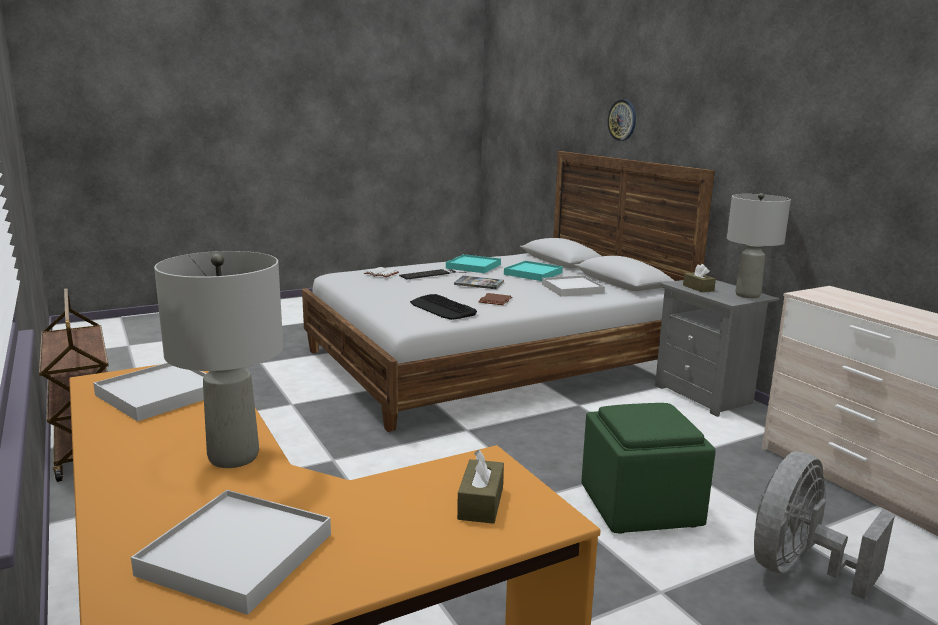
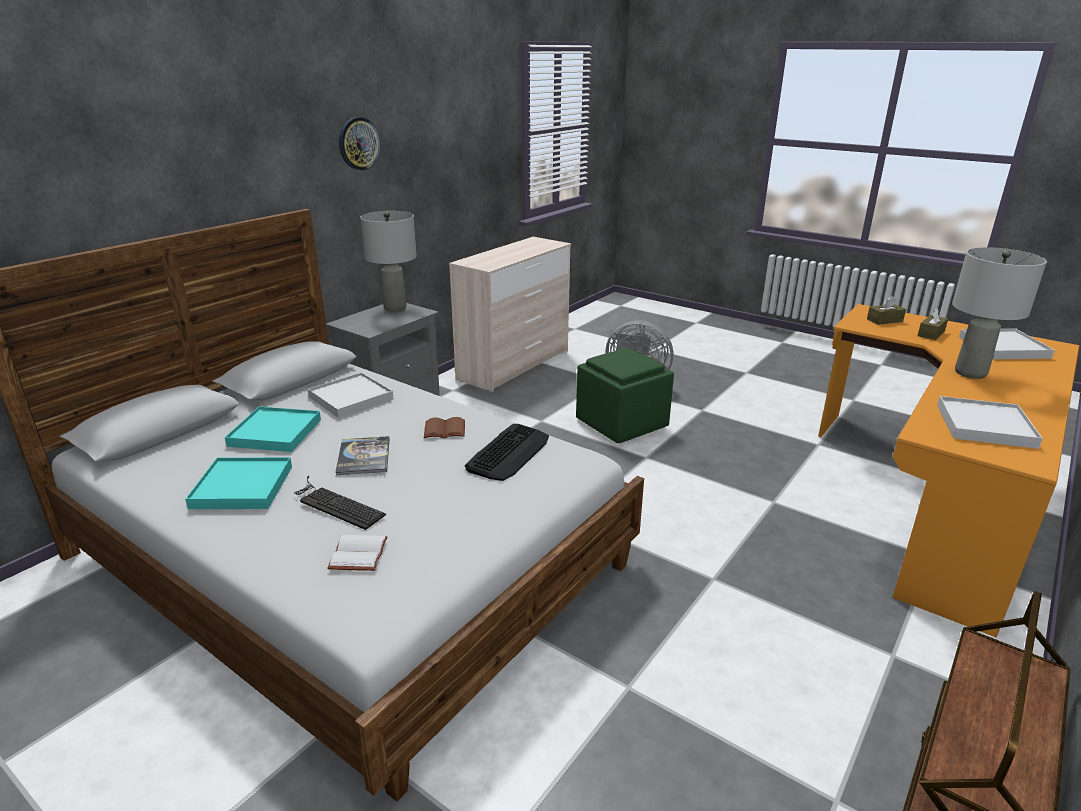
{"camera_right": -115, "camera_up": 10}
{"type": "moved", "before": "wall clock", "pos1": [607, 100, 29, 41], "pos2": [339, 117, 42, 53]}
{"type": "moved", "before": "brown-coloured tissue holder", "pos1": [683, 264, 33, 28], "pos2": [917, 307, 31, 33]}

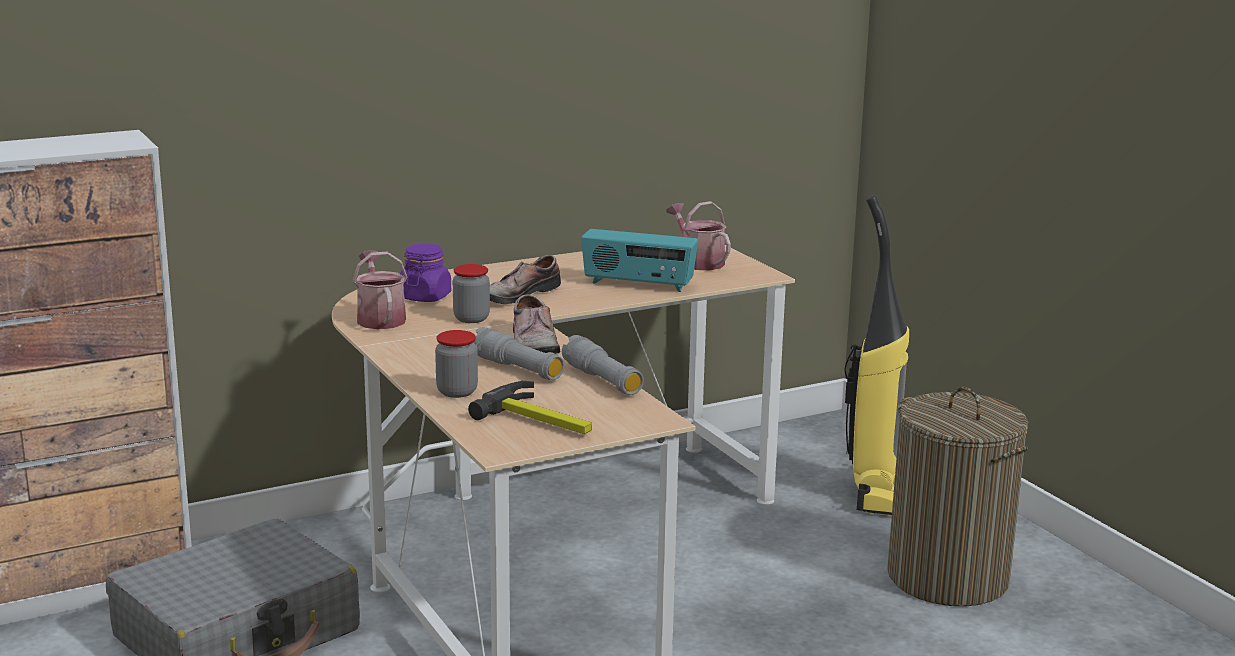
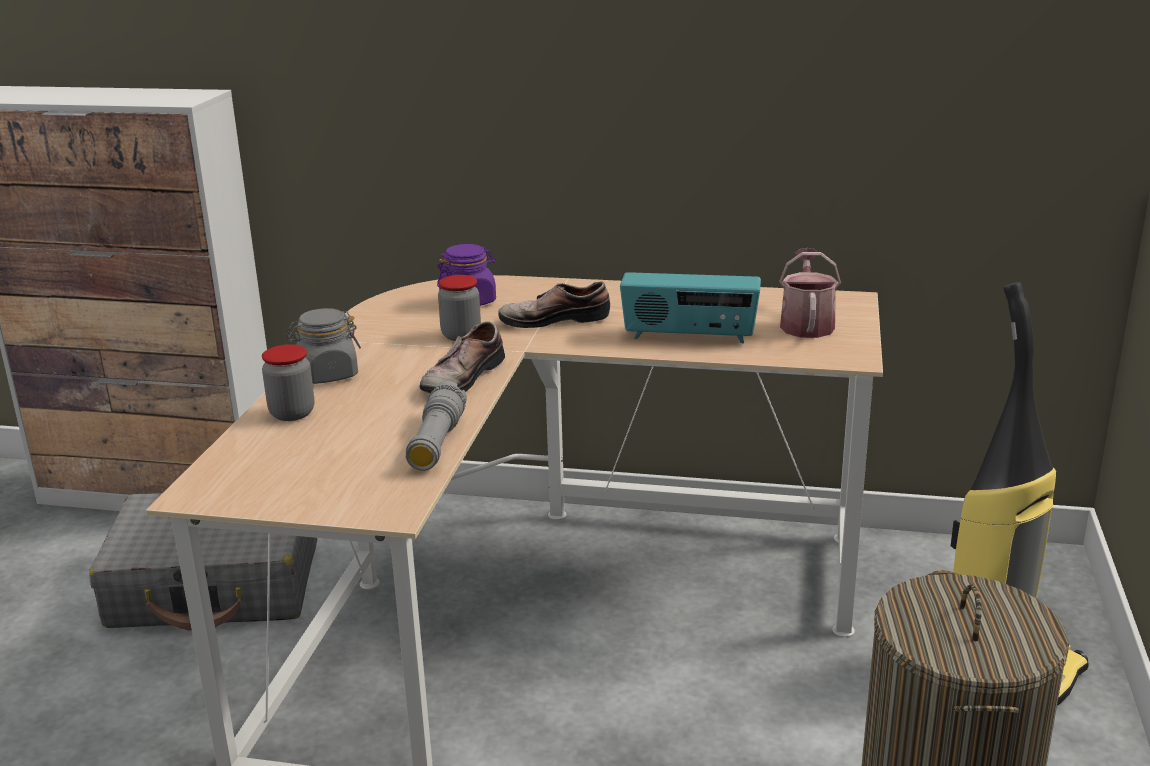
{"camera_right": 40, "camera_up": 5}
{"type": "removed", "before": "watering pot", "pos1": [353, 250, 55, 79]}
{"type": "removed", "before": "hammer", "pos1": [468, 381, 124, 53]}
{"type": "removed", "before": "grey hand torch", "pos1": [473, 327, 91, 53]}
{"type": "turned", "before": "radio set", "pos1": [581, 229, 117, 63], "pos2": [620, 272, 141, 71], "turn": -45}
{"type": "added", "after": "grey preserve jar", "pos2": [286, 308, 75, 76]}

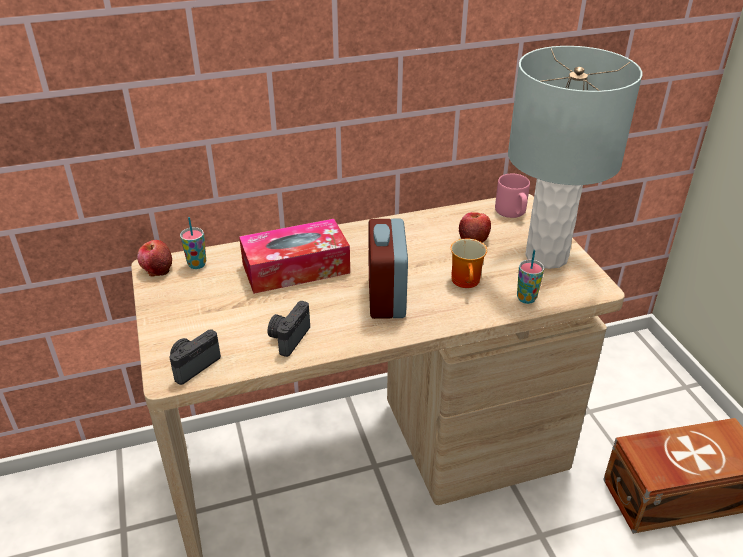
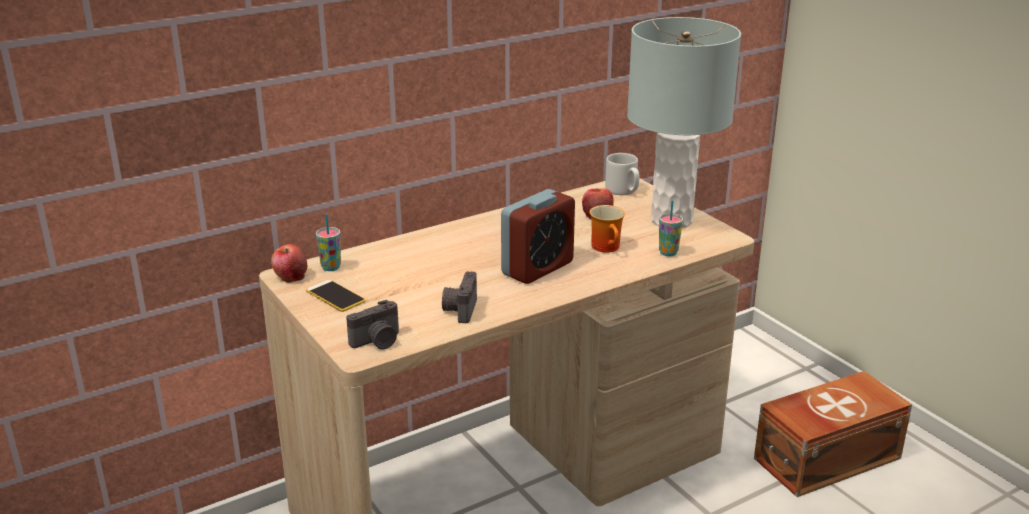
{"camera_right": -15, "camera_up": -10}
{"type": "turned", "before": "photo camera", "pos1": [169, 329, 52, 56], "pos2": [346, 300, 53, 49], "turn": -150}
{"type": "removed", "before": "tissue holder", "pos1": [239, 219, 111, 75]}
{"type": "turned", "before": "bedside clock", "pos1": [369, 219, 39, 100], "pos2": [501, 189, 74, 95], "turn": -120}
{"type": "recoloured", "before": "pinkish mug", "after": "grey mug", "pos1": [495, 173, 35, 45], "pos2": [605, 153, 34, 42]}
{"type": "added", "after": "handset", "pos2": [306, 280, 59, 32]}

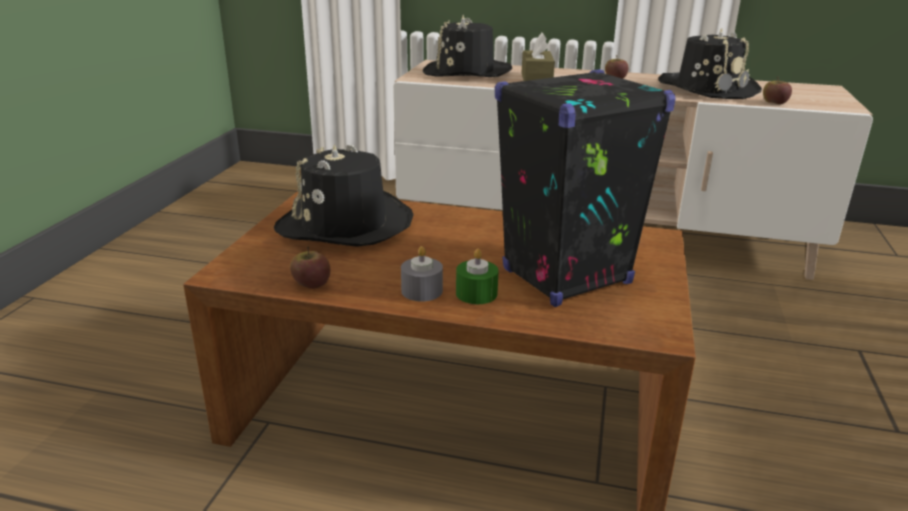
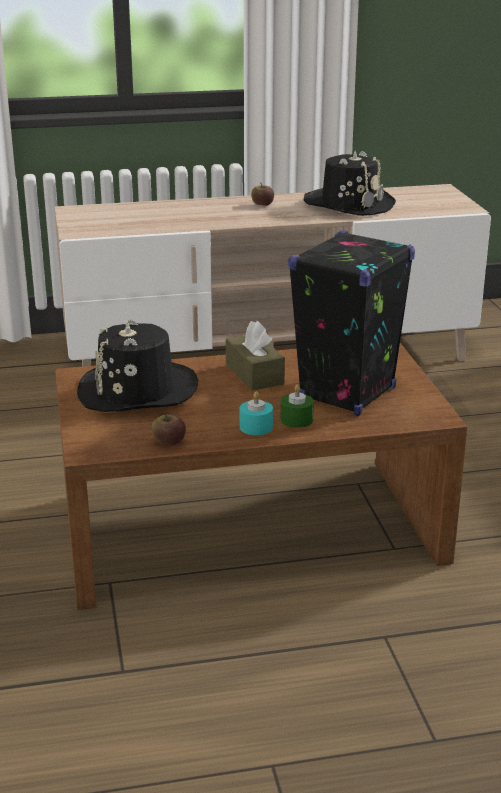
{"camera_right": -25, "camera_up": 0}
{"type": "recoloured", "before": "grey wax light", "after": "blue-green wax light", "pos1": [401, 246, 42, 56], "pos2": [240, 391, 33, 44]}
{"type": "removed", "before": "blackish hat", "pos1": [423, 15, 89, 62]}
{"type": "moved", "before": "brown-coloured tissue holder", "pos1": [522, 33, 33, 48], "pos2": [226, 321, 59, 70]}
{"type": "removed", "before": "apple fruit", "pos1": [763, 77, 29, 27]}

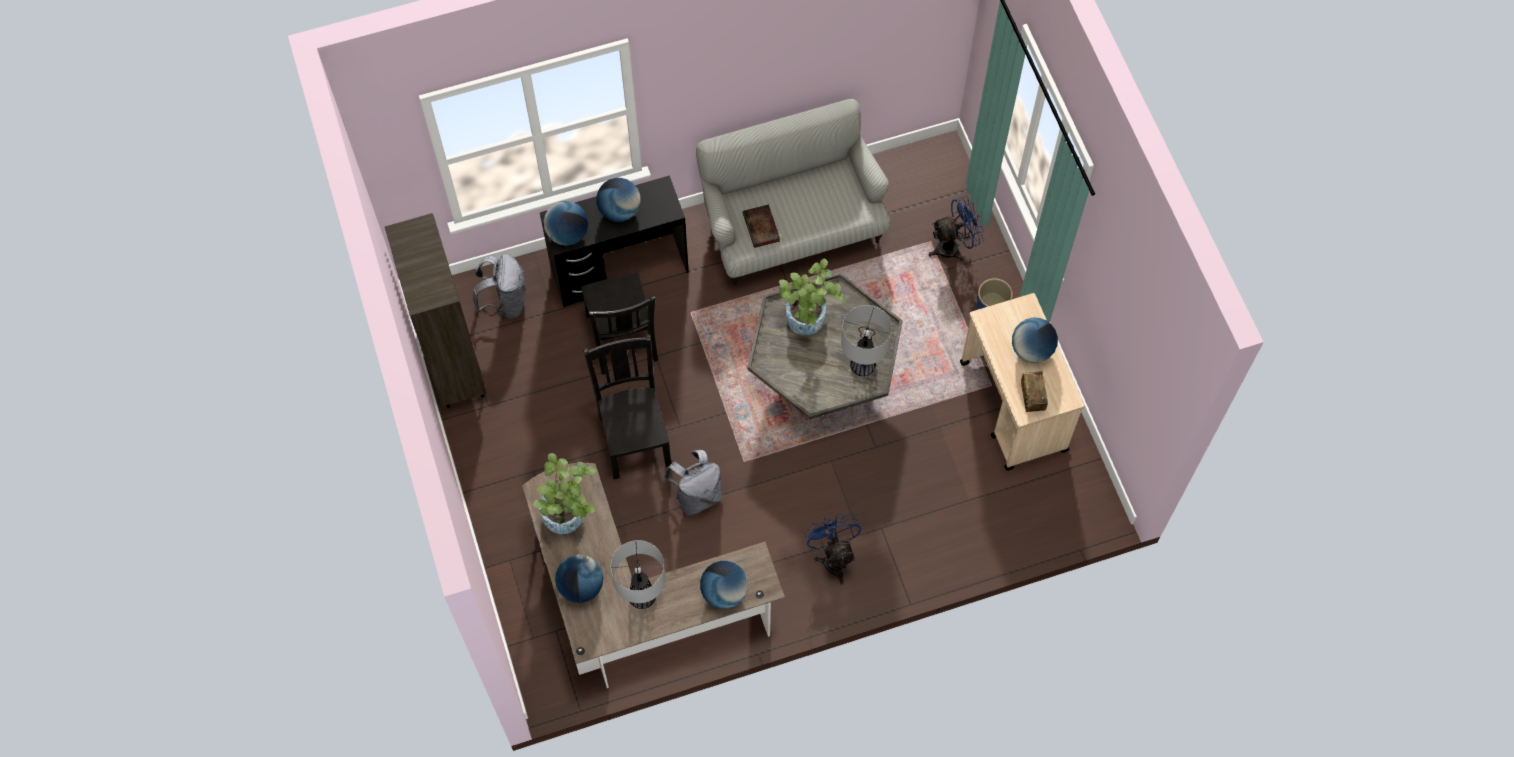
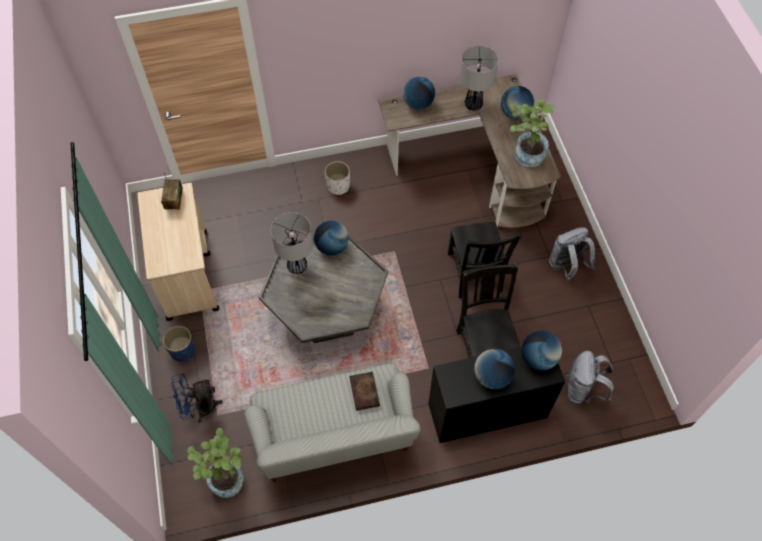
{"camera_right": -175, "camera_up": -5}
{"type": "removed", "before": "brown-coloured bookshelf", "pos1": [385, 213, 102, 195]}
{"type": "moved", "before": "grey knapsack", "pos1": [664, 450, 58, 66], "pos2": [549, 227, 46, 54]}
{"type": "moved", "before": "houseplant", "pos1": [779, 259, 66, 76], "pos2": [187, 428, 56, 70]}
{"type": "replaced", "before": "blue electric fan", "after": "white flower pot", "pos1": [804, 513, 57, 72], "pos2": [325, 161, 25, 34]}
{"type": "moved", "before": "globe", "pos1": [1012, 317, 46, 46], "pos2": [314, 221, 35, 34]}

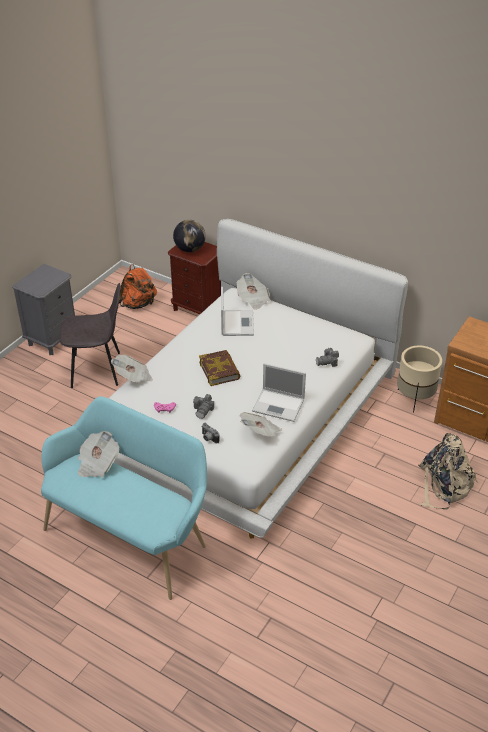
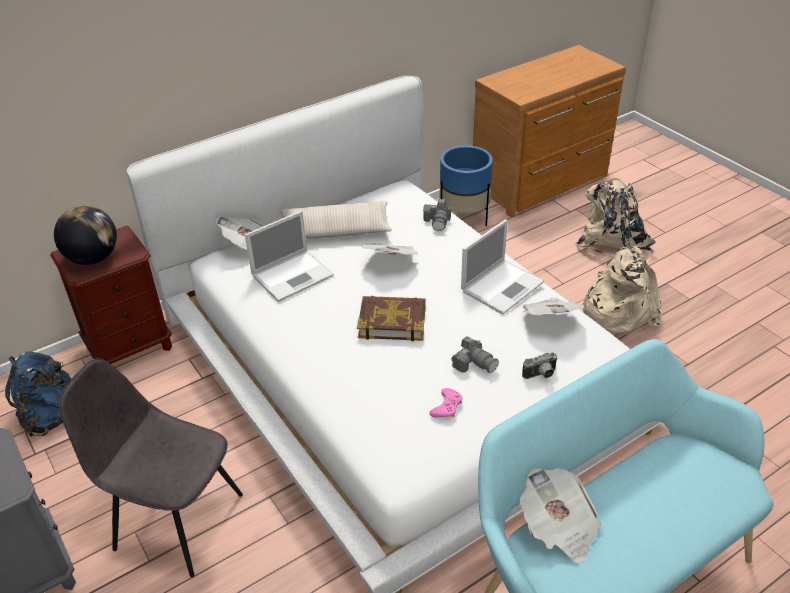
{"camera_right": -65, "camera_up": 0}
{"type": "turned", "before": "grey upright chair", "pos1": [59, 283, 61, 105], "pos2": [59, 358, 184, 219], "turn": -90}
{"type": "moved", "before": "printed paper", "pos1": [111, 354, 42, 29], "pos2": [361, 243, 57, 12]}
{"type": "recoloured", "before": "orange-coloured knapsack", "after": "blue knapsack", "pos1": [119, 264, 38, 45], "pos2": [5, 351, 66, 86]}
{"type": "turned", "before": "laptop", "pos1": [221, 286, 33, 50], "pos2": [245, 211, 89, 91], "turn": 120}
{"type": "recoloured", "before": "sand-coloured flower pot", "after": "blue flower pot", "pos1": [397, 346, 45, 67], "pos2": [439, 145, 54, 81]}
{"type": "added", "after": "sand-coloured pillow", "pos2": [281, 201, 111, 37]}
{"type": "added", "after": "sand-coloured knapsack", "pos2": [582, 246, 80, 88]}

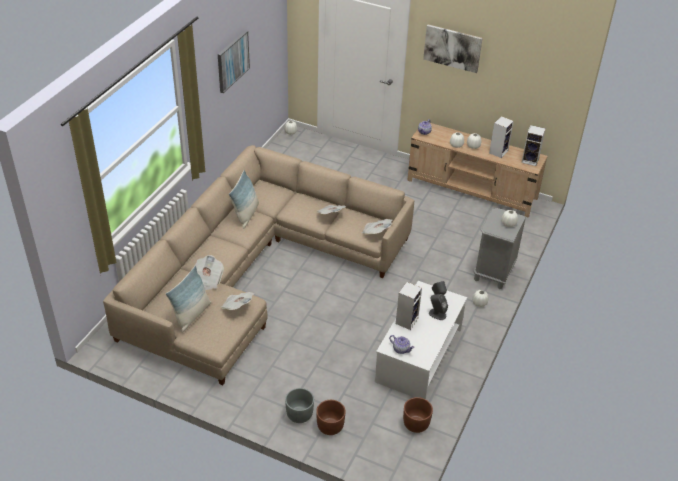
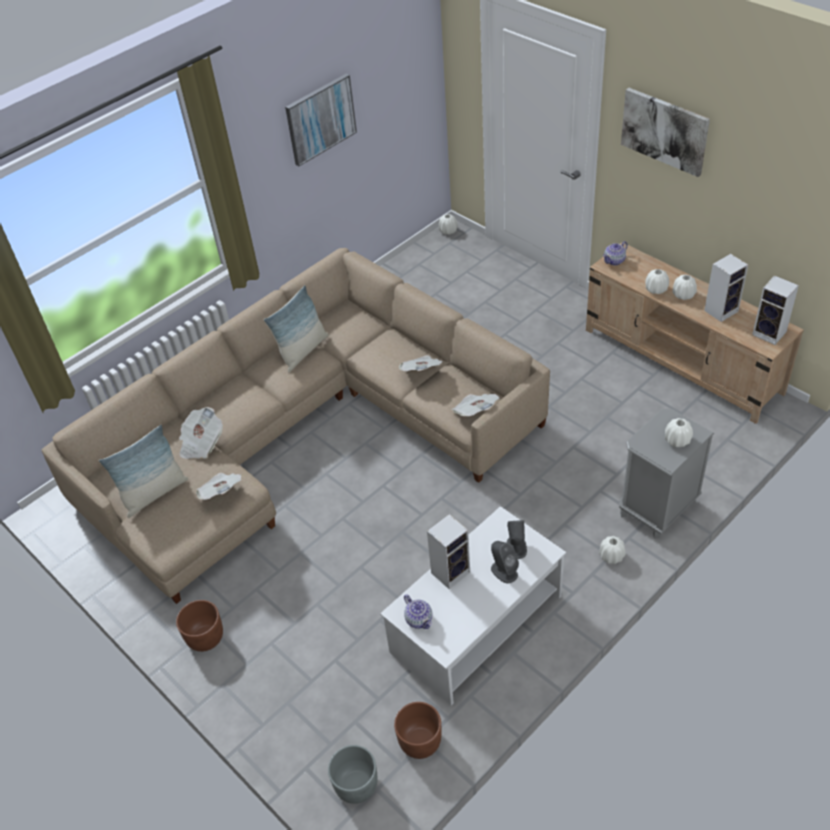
{"camera_right": 25, "camera_up": 5}
{"type": "moved", "before": "grey flower pot", "pos1": [285, 388, 29, 35], "pos2": [328, 745, 50, 59]}
{"type": "moved", "before": "brown-coloured flower pot", "pos1": [316, 400, 30, 35], "pos2": [176, 600, 47, 52]}

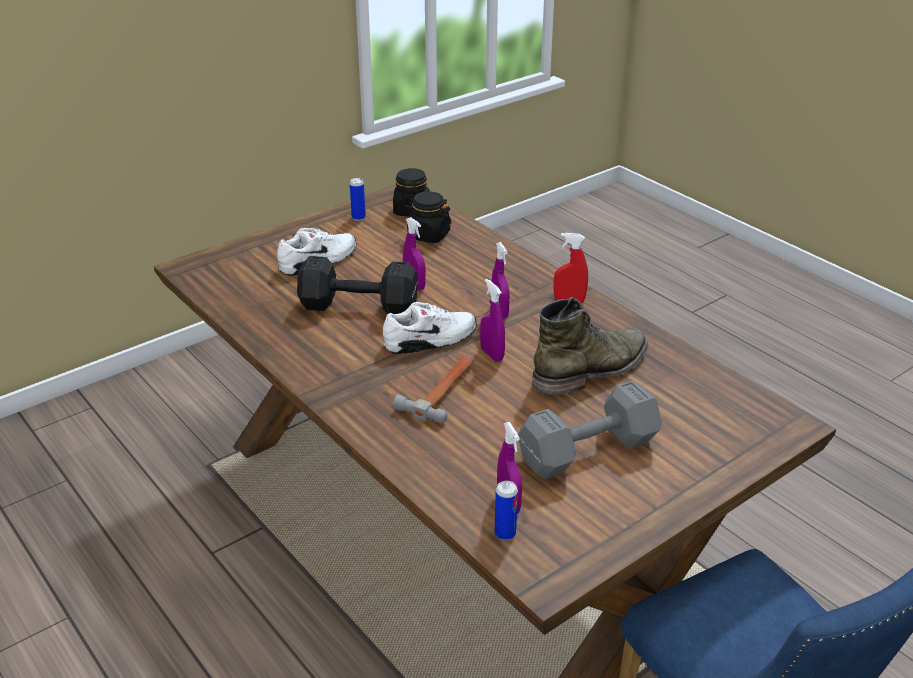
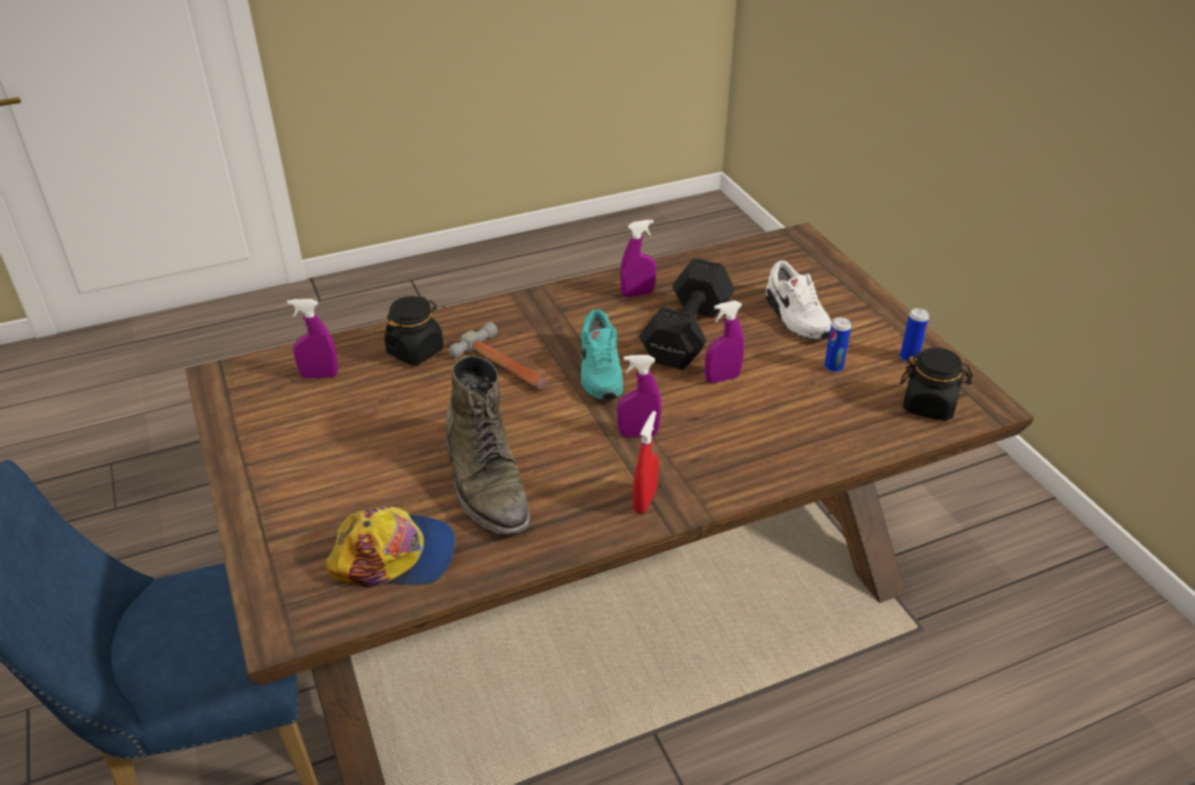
{"camera_right": 105, "camera_up": 5}
{"type": "recoloured", "before": "white low shoe", "after": "blue-green low shoe", "pos1": [383, 302, 94, 52], "pos2": [581, 309, 42, 91]}
{"type": "moved", "before": "blackish preserve jar", "pos1": [405, 191, 47, 52], "pos2": [384, 296, 60, 69]}
{"type": "moved", "before": "purplish hand sprayer", "pos1": [480, 279, 25, 83], "pos2": [620, 219, 36, 78]}
{"type": "moved", "before": "metal can", "pos1": [495, 481, 23, 59], "pos2": [824, 317, 27, 56]}
{"type": "removed", "before": "grey free weight", "pos1": [518, 381, 144, 98]}
{"type": "added", "after": "cap", "pos2": [326, 506, 129, 81]}

